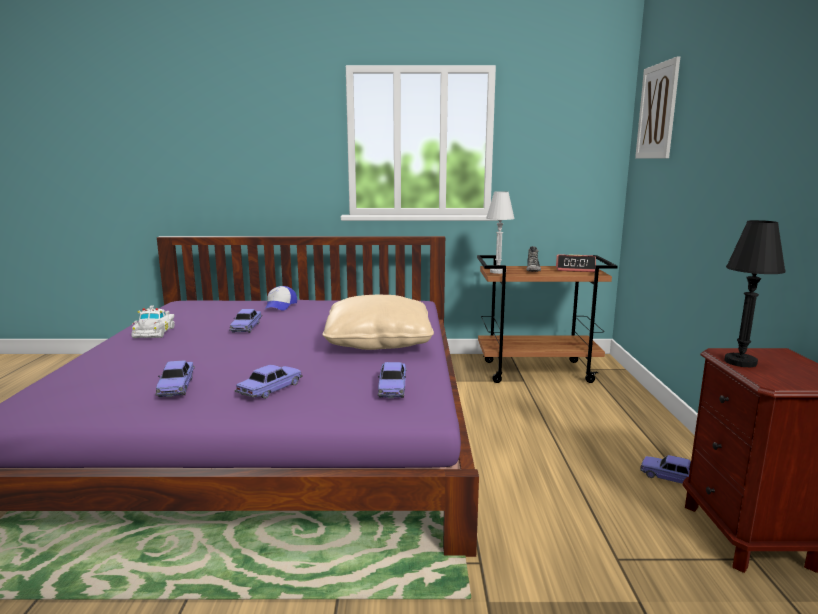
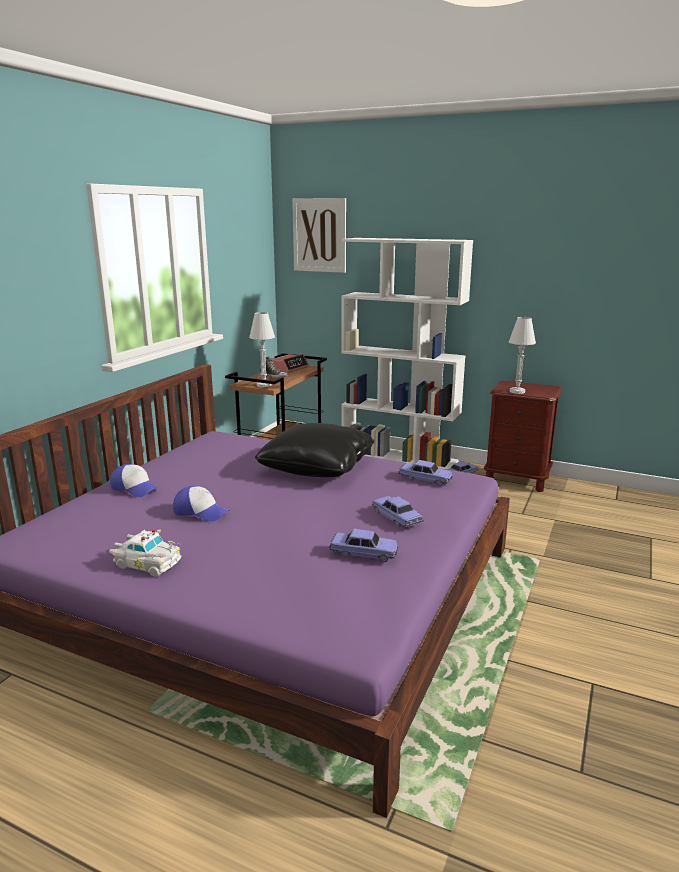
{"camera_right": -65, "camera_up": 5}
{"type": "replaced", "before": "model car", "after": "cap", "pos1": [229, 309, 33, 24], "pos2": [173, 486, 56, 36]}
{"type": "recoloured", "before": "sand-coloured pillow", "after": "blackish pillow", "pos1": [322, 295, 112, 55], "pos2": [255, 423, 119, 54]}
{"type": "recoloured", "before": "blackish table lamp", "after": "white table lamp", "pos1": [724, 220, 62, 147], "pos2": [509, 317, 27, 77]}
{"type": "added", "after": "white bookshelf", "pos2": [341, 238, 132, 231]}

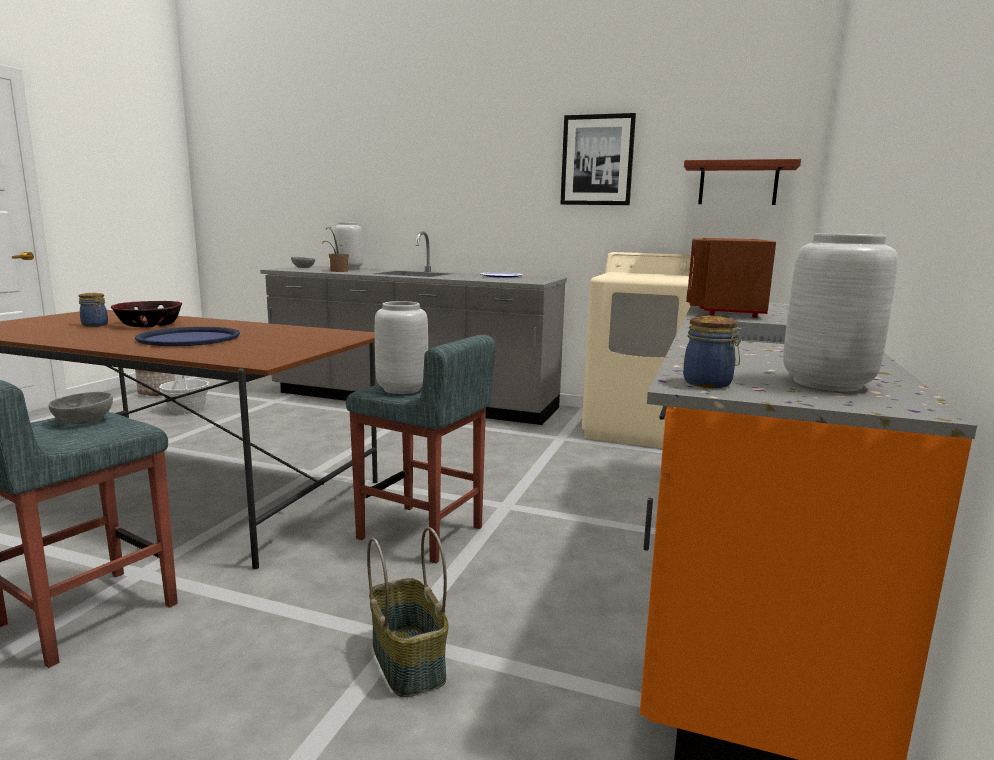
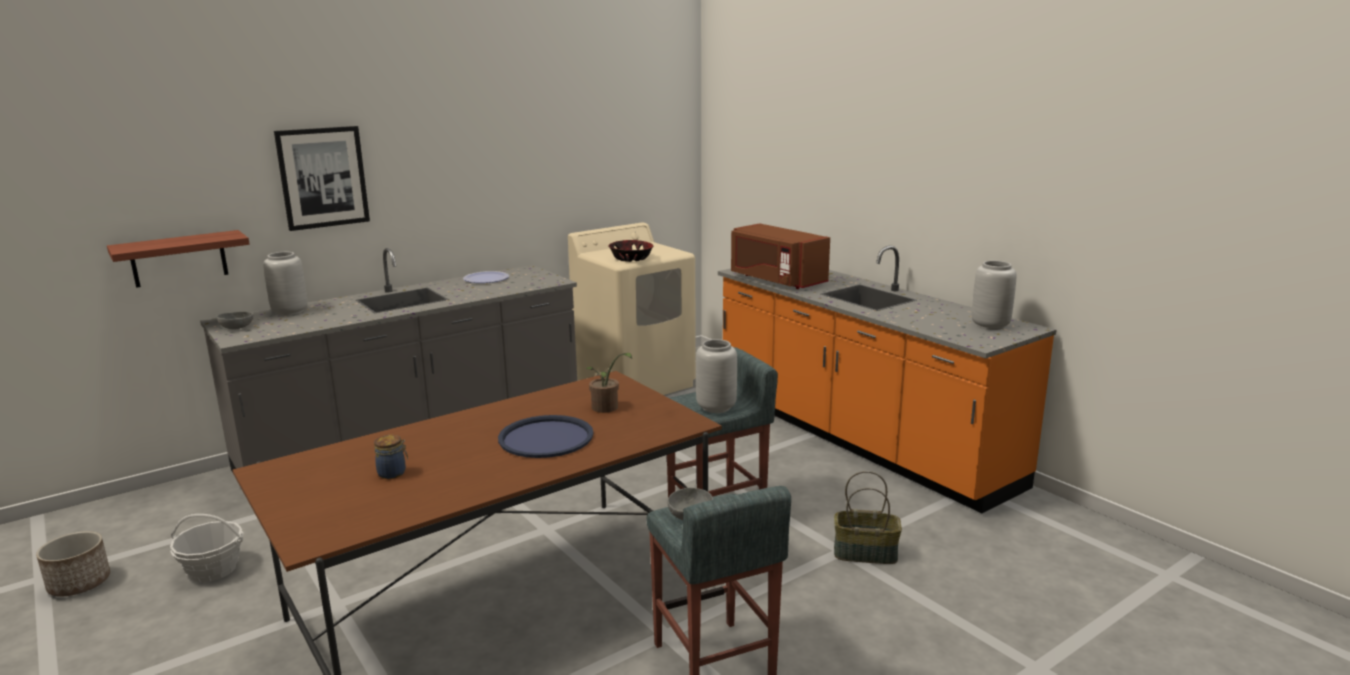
{"camera_right": -55, "camera_up": 5}
{"type": "moved", "before": "deep dish", "pos1": [111, 301, 71, 27], "pos2": [608, 240, 46, 22]}
{"type": "moved", "before": "houseplant", "pos1": [322, 227, 27, 45], "pos2": [585, 353, 47, 60]}
{"type": "moved", "before": "picture", "pos1": [560, 113, 76, 92], "pos2": [274, 126, 96, 105]}
{"type": "removed", "before": "preserve jar", "pos1": [683, 316, 59, 72]}
{"type": "moved", "before": "bracket shelf", "pos1": [684, 159, 117, 46], "pos2": [107, 230, 143, 58]}

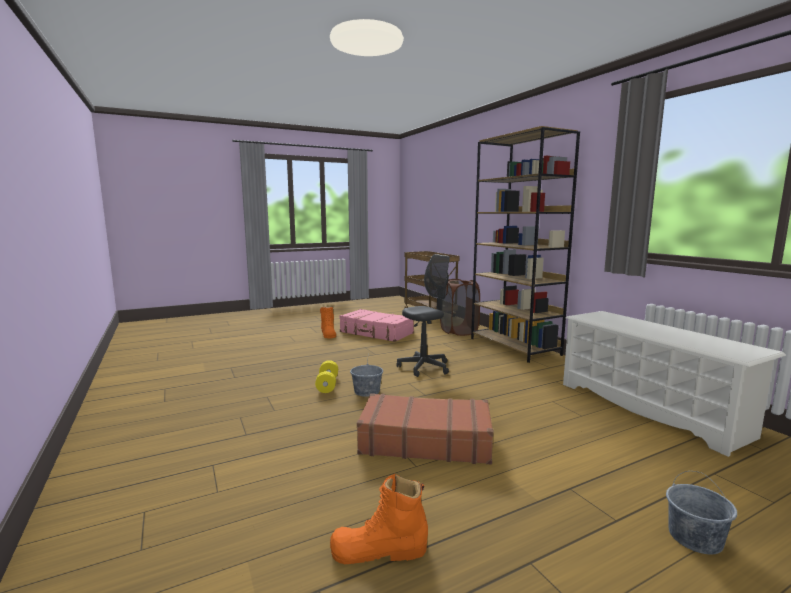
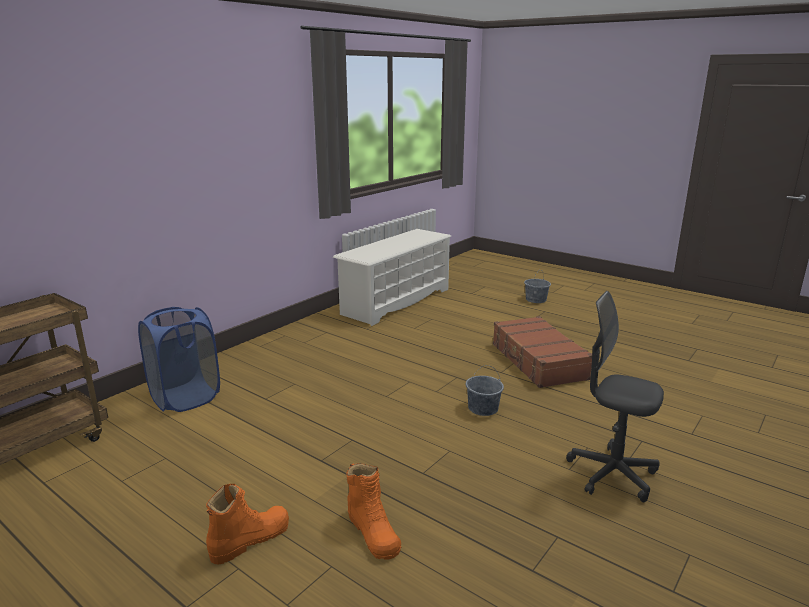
{"camera_right": -115, "camera_up": 10}
{"type": "removed", "before": "yellow-coloured free weight", "pos1": [315, 360, 23, 33]}
{"type": "moved", "before": "orange-coloured high-top boot", "pos1": [330, 474, 98, 90], "pos2": [346, 463, 55, 97]}
{"type": "removed", "before": "pinkish piece of luggage", "pos1": [339, 309, 75, 33]}
{"type": "moved", "before": "grey office chair", "pos1": [396, 254, 54, 123], "pos2": [566, 291, 98, 211]}
{"type": "recoloured", "before": "brown-coloured laundry basket", "after": "blue laundry basket", "pos1": [440, 279, 40, 57], "pos2": [138, 307, 82, 105]}
{"type": "removed", "before": "brown-coloured bookshelf", "pos1": [471, 126, 109, 237]}

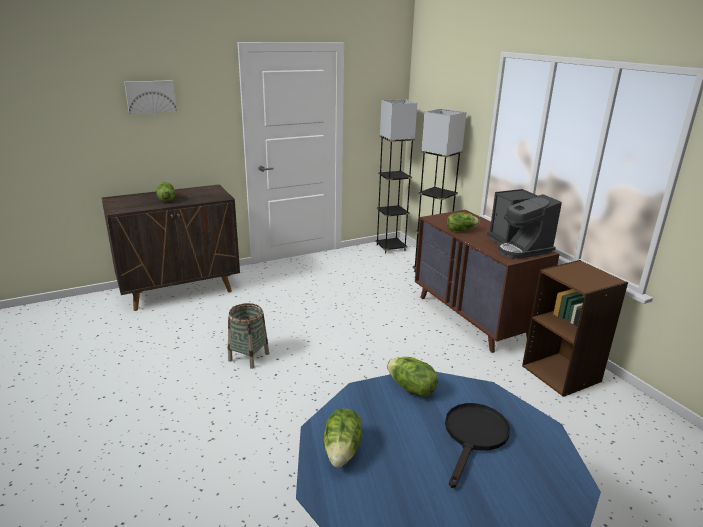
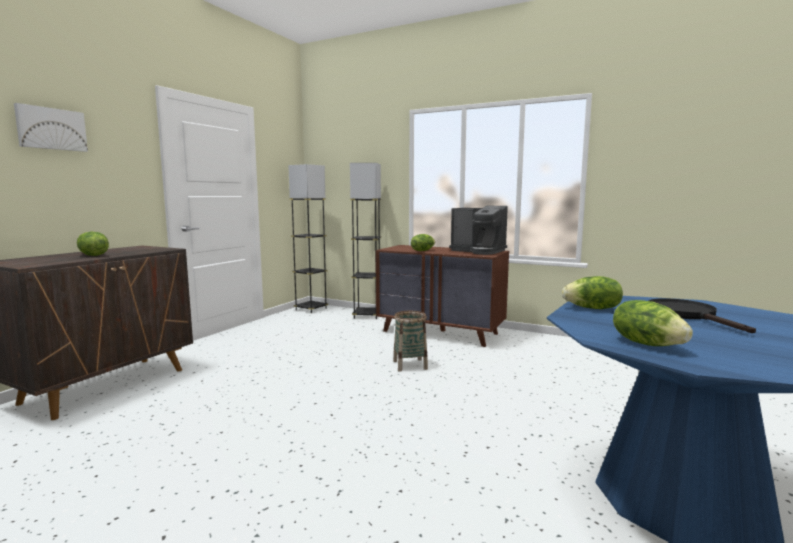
{"camera_right": -35, "camera_up": -15}
{"type": "moved", "before": "household basket", "pos1": [228, 303, 41, 66], "pos2": [393, 311, 35, 61]}
{"type": "removed", "before": "brown-coloured bookshelf", "pos1": [522, 260, 106, 137]}

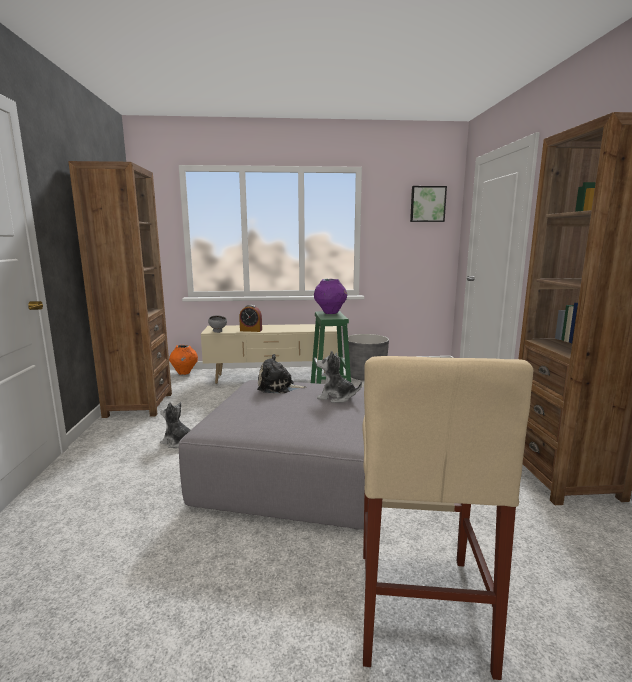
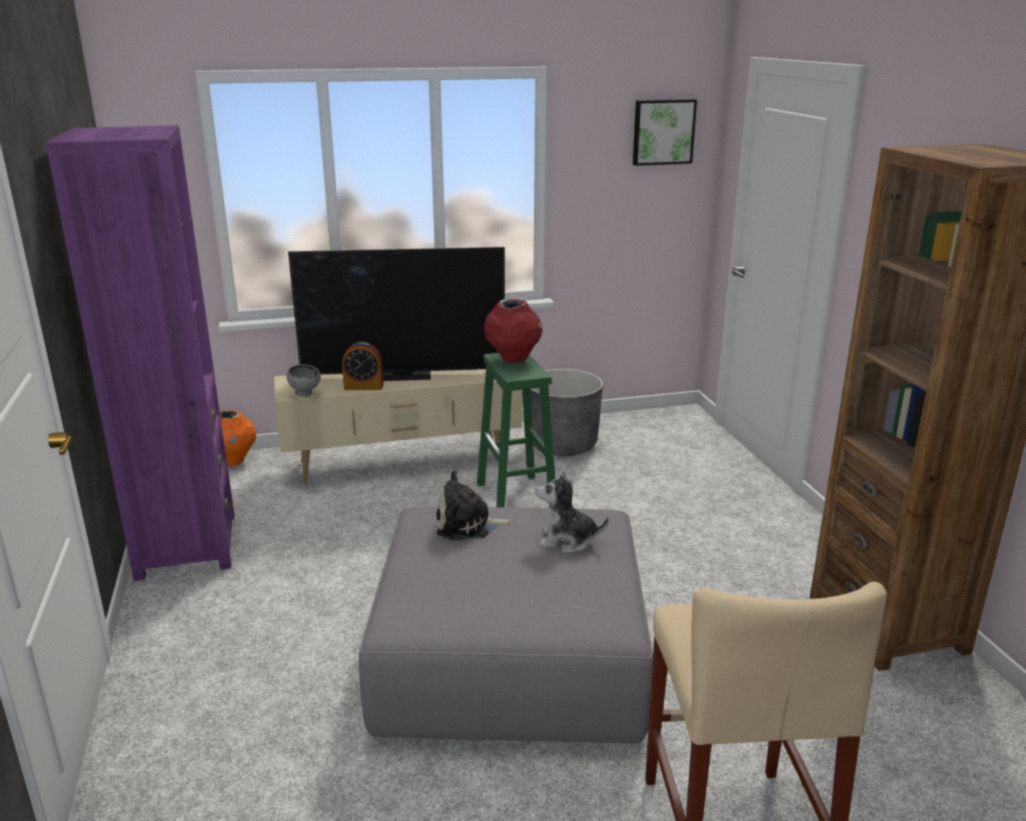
{"camera_right": -10, "camera_up": 10}
{"type": "recoloured", "before": "brown-coloured bookshelf", "after": "purplish bookshelf", "pos1": [68, 161, 104, 257], "pos2": [46, 125, 188, 456]}
{"type": "removed", "before": "soft toy", "pos1": [160, 402, 30, 46]}
{"type": "recoloured", "before": "purplish flower vase", "after": "reddish flower vase", "pos1": [314, 279, 33, 35], "pos2": [484, 299, 58, 64]}
{"type": "added", "after": "television", "pos2": [288, 247, 217, 134]}

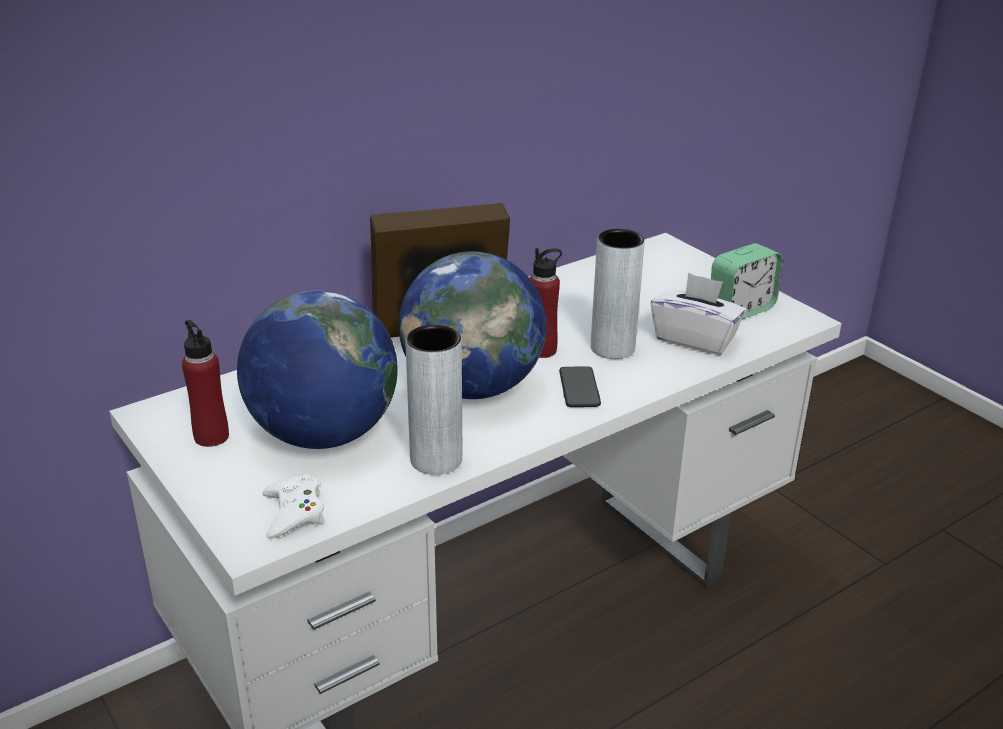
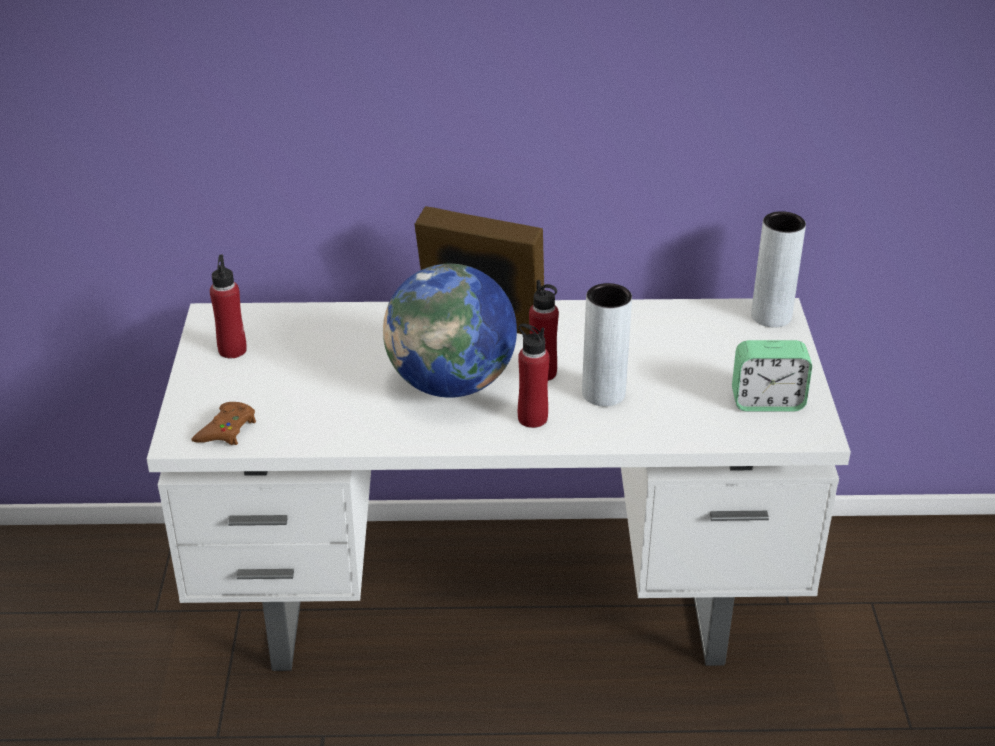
{"camera_right": 35, "camera_up": 5}
{"type": "removed", "before": "globe", "pos1": [237, 290, 161, 159]}
{"type": "recoloured", "before": "white gamepad", "after": "brown-coloured gamepad", "pos1": [262, 474, 63, 65], "pos2": [192, 402, 64, 43]}
{"type": "moved", "before": "grey flower vase", "pos1": [405, 324, 58, 151], "pos2": [751, 211, 55, 116]}
{"type": "replaced", "before": "handset", "after": "reddish bottle", "pos1": [559, 366, 42, 41], "pos2": [518, 323, 32, 105]}
{"type": "removed", "before": "white tissue holder", "pos1": [650, 273, 96, 82]}

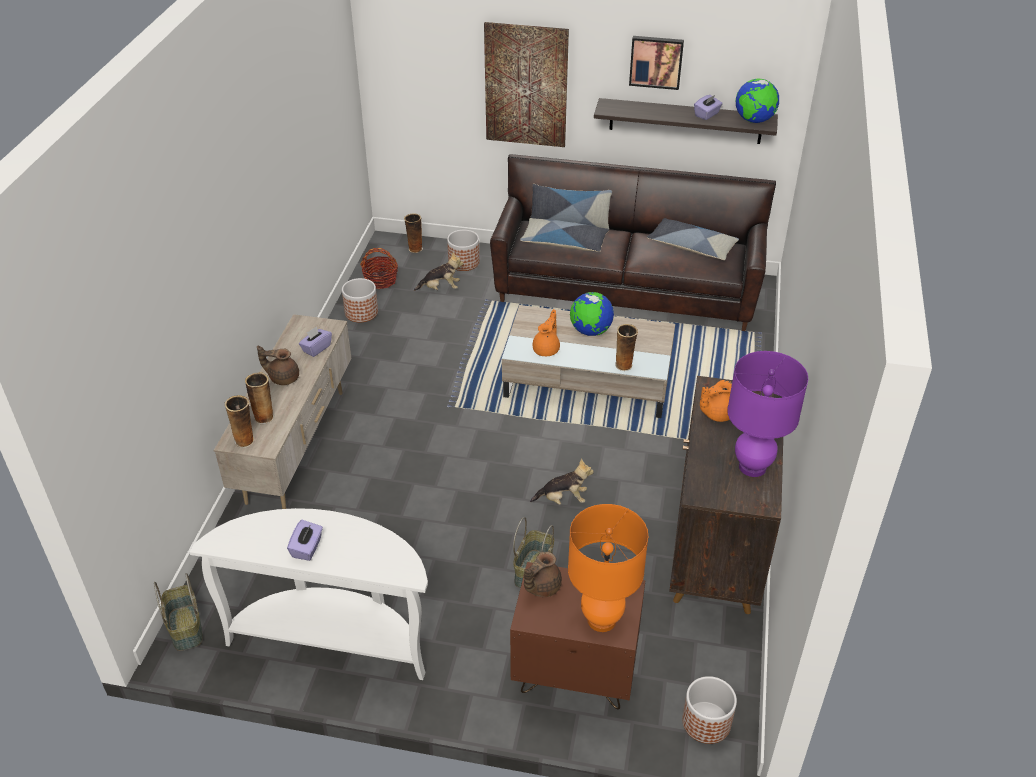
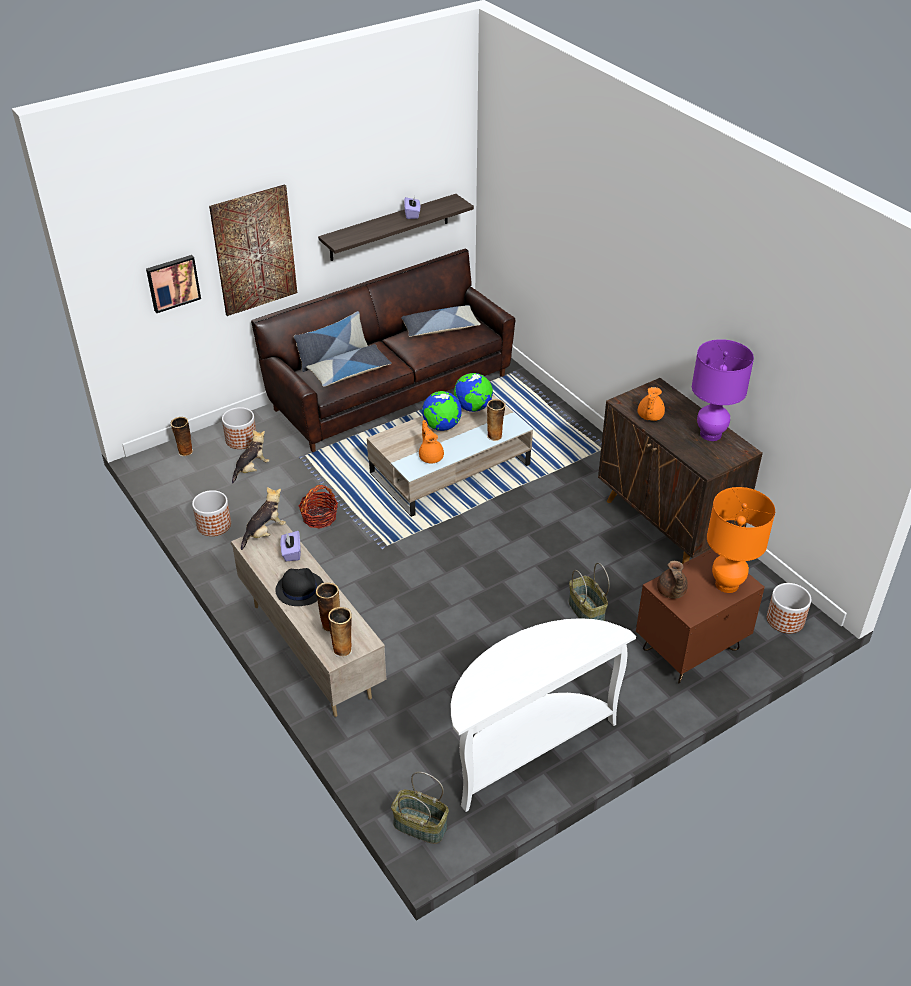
{"camera_right": -45, "camera_up": 0}
{"type": "replaced", "before": "brown-coloured teapot", "after": "blackish hat", "pos1": [257, 346, 42, 39], "pos2": [276, 568, 48, 38]}
{"type": "removed", "before": "purplish tissue holder", "pos1": [287, 520, 36, 41]}
{"type": "moved", "before": "household basket", "pos1": [360, 248, 38, 41], "pos2": [299, 485, 39, 44]}
{"type": "moved", "before": "soft toy", "pos1": [530, 459, 64, 46], "pos2": [241, 487, 45, 63]}
{"type": "moved", "before": "picture", "pos1": [629, 36, 55, 54], "pos2": [146, 255, 55, 58]}
{"type": "moved", "before": "globe", "pos1": [736, 78, 43, 45], "pos2": [454, 373, 39, 39]}

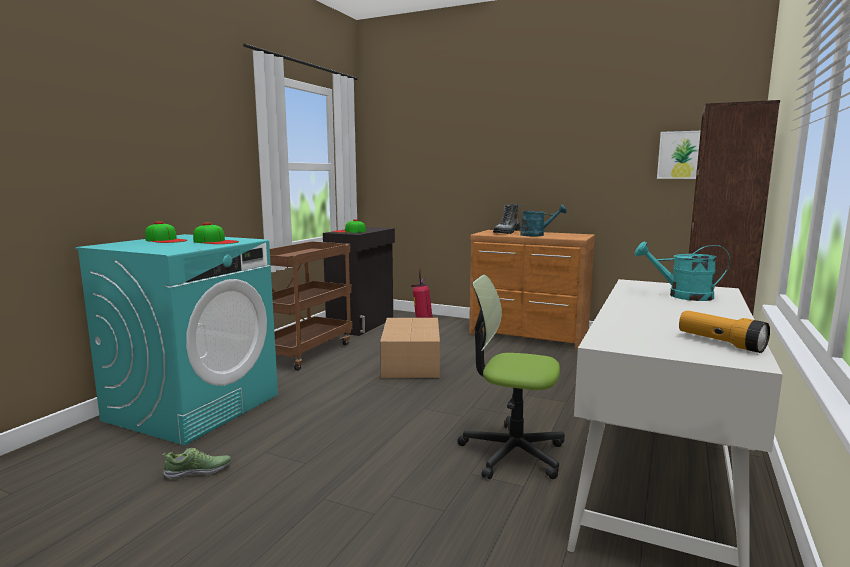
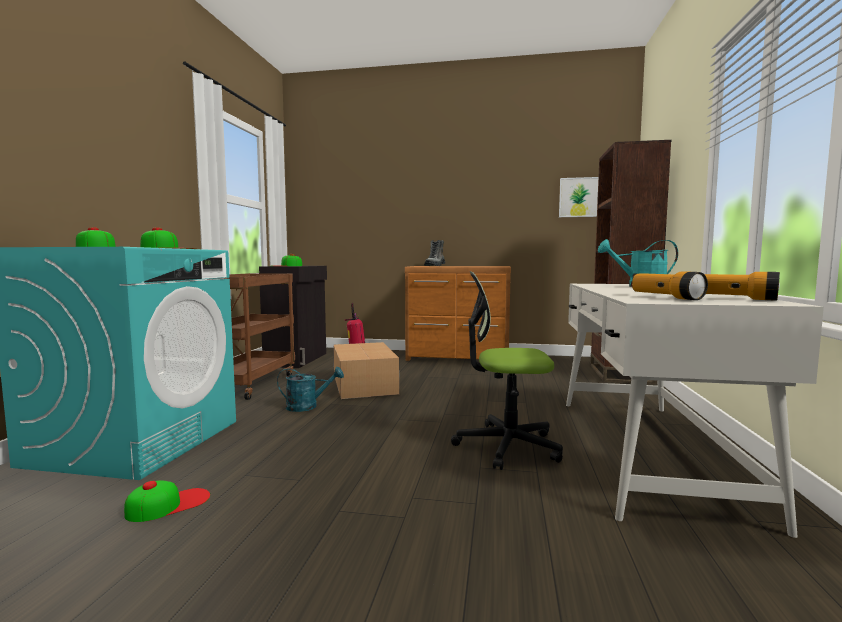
{"camera_right": -15, "camera_up": -5}
{"type": "replaced", "before": "low shoe", "after": "cap", "pos1": [163, 448, 68, 32], "pos2": [124, 480, 86, 42]}
{"type": "moved", "before": "blue-green watering pot", "pos1": [515, 204, 52, 32], "pos2": [277, 367, 67, 45]}
{"type": "added", "after": "hand torch", "pos2": [632, 271, 76, 29]}

